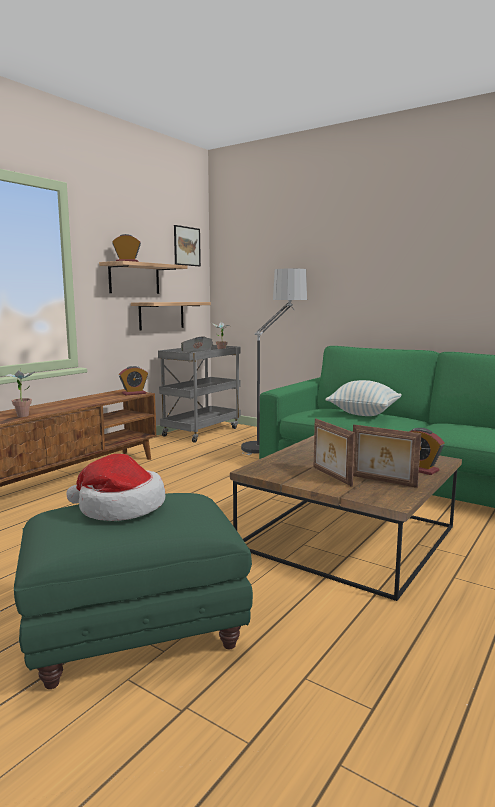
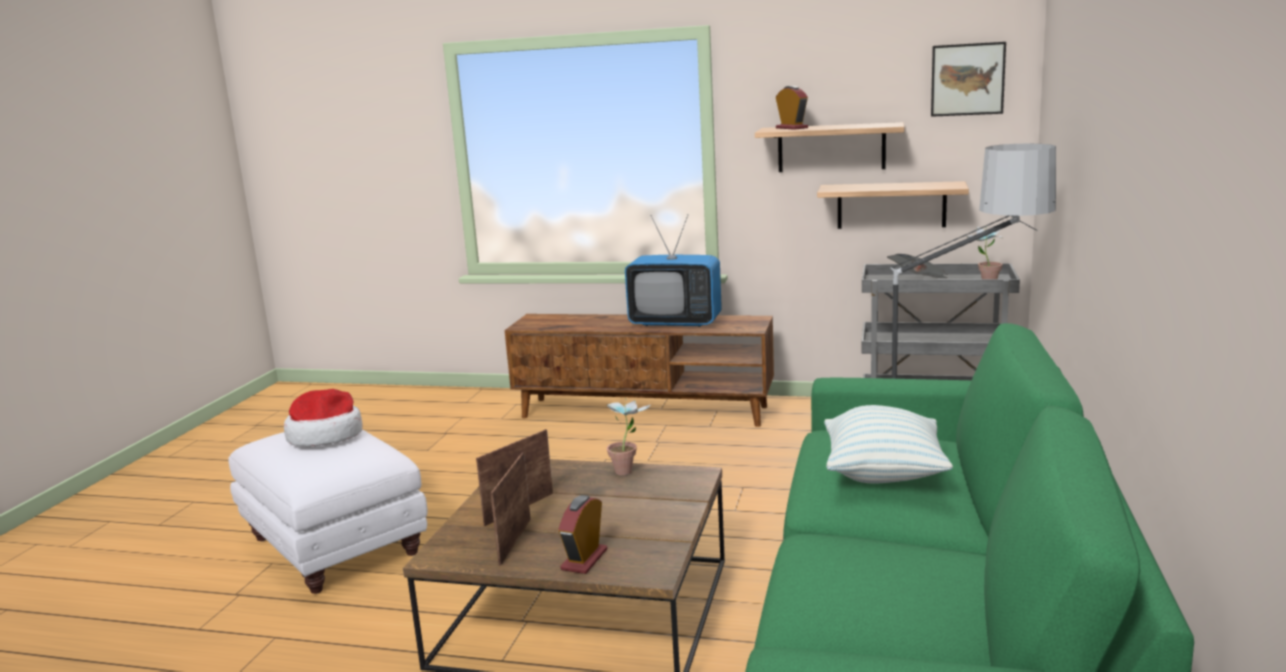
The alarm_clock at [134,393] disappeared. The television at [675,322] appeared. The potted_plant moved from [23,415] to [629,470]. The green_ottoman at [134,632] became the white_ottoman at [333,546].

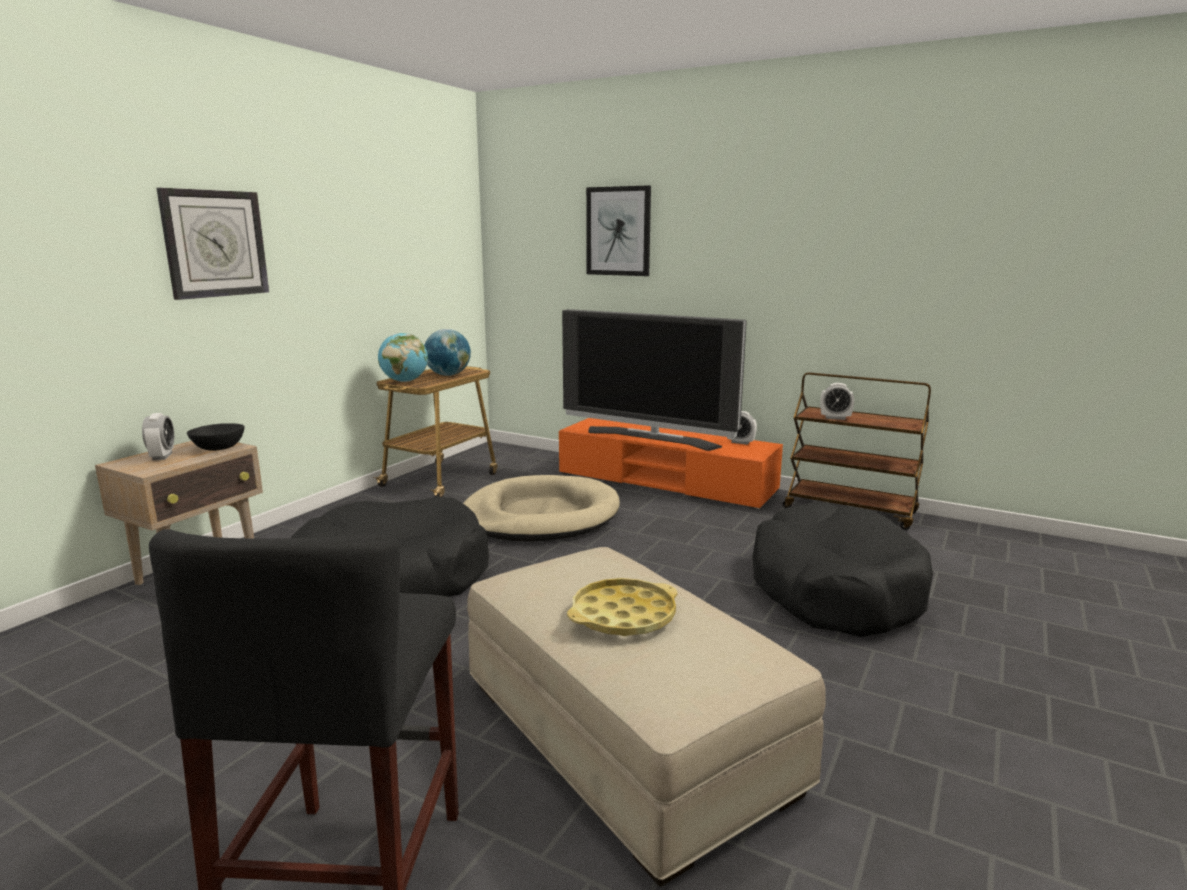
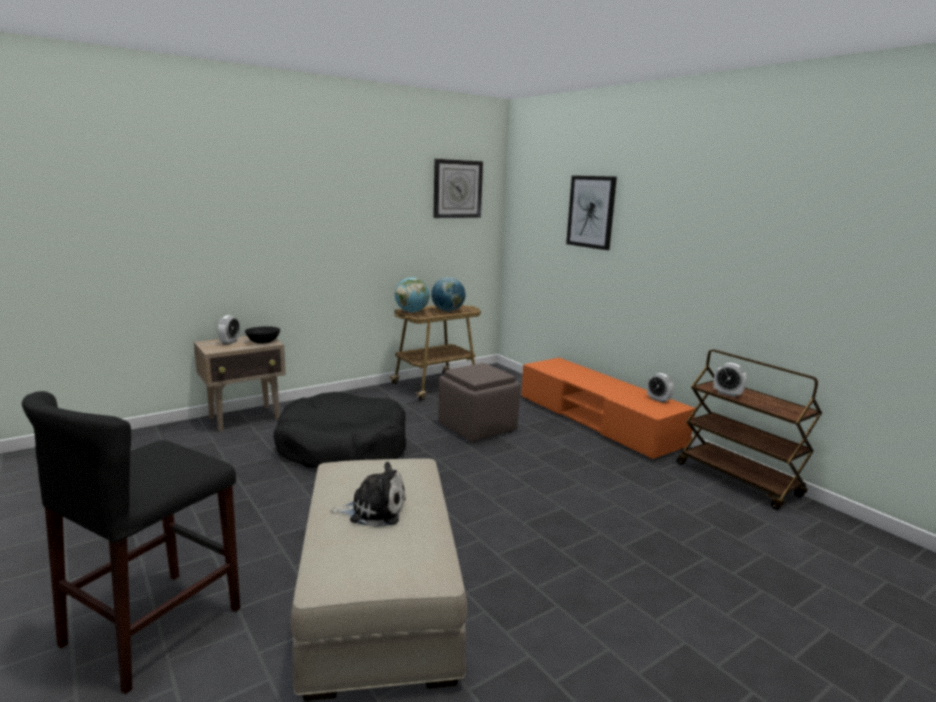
The television at [651,438] disappeared. The black_dog_bed at [834,589] disappeared. The wall_clock moved from [215,244] to [457,189]. The beige_dog_bed at [540,516] was replaced by the brown_ottoman at [476,427]. The yellow_tray at [623,616] was replaced by the plush_toy at [374,510].

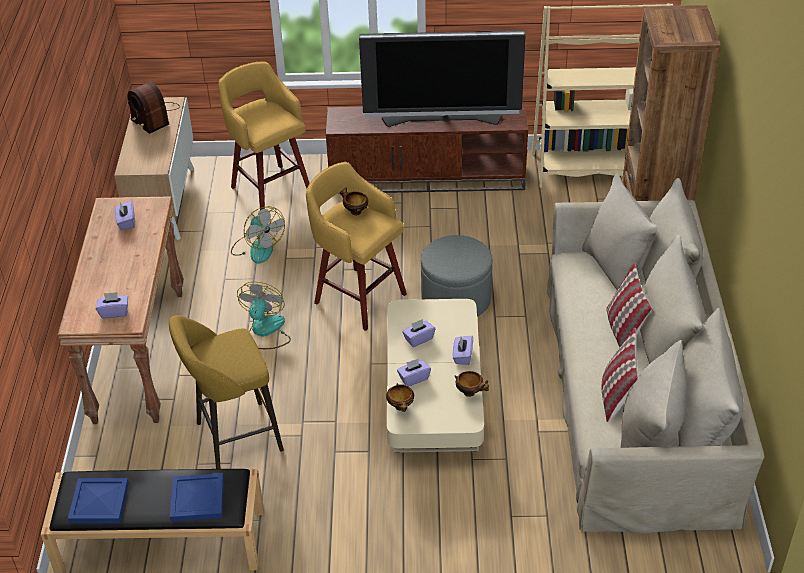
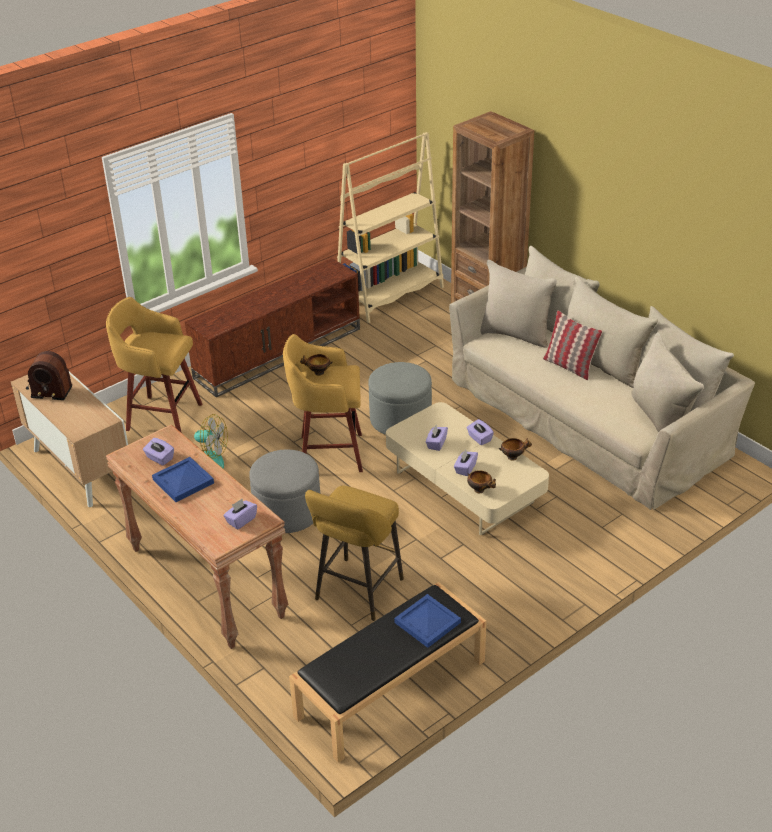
The television at [442,119] disappeared. The pillow at [616,396] disappeared. The blue_tray moved from [100,501] to [183,480]. The fan at [265,331] was replaced by the grey_ottoman at [287,512].

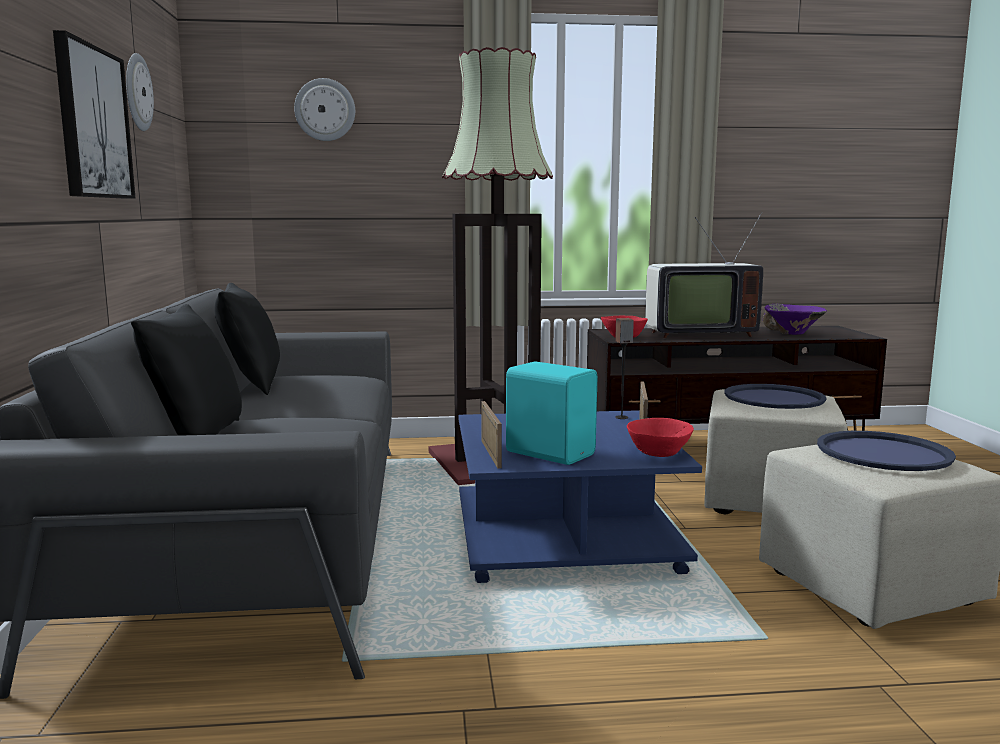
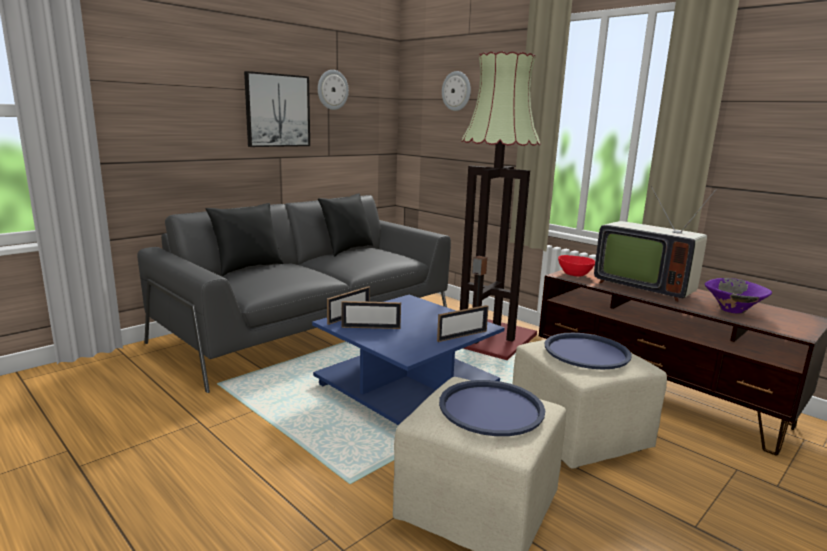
The red_bowl at [657,453] disappeared. The turquoise_speaker at [550,453] was replaced by the picture_frame at [371,327].

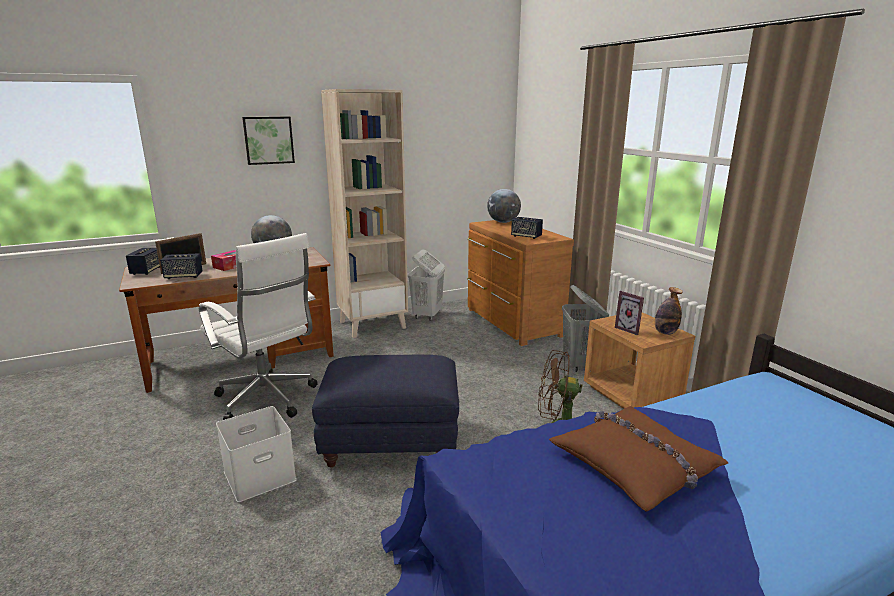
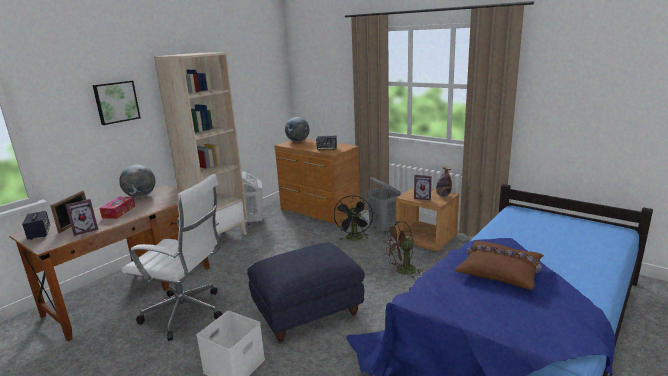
The black_fan at [355,239] appeared. The speaker at [183,276] was replaced by the picture_frame at [85,230].

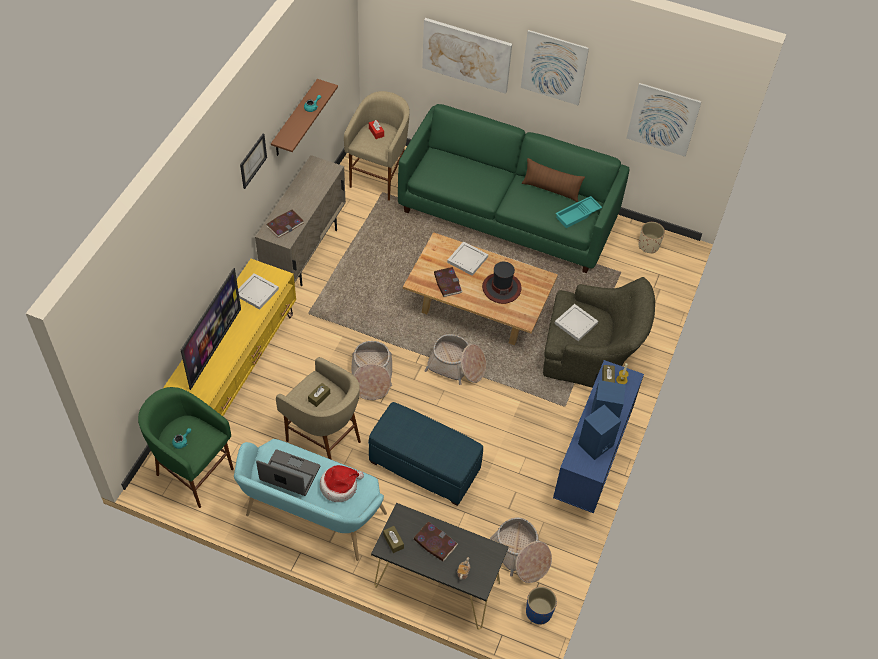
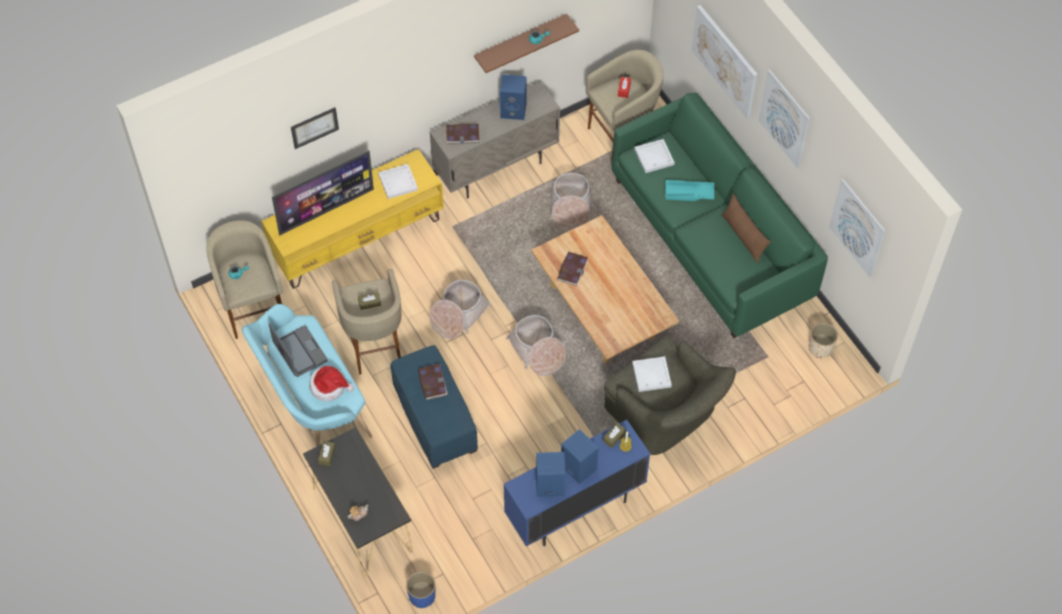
The hat at [501,288] disappeared. The blue_speaker at [514,110] appeared. The picture moved from [253,160] to [314,127]. The book moved from [435,542] to [432,382]. The white_tray moved from [467,260] to [654,157]. The basket moved from [519,555] to [570,208]. The turquoise_tray moved from [578,215] to [688,193]. The green_stool at [193,473] became the beige_stool at [253,307].

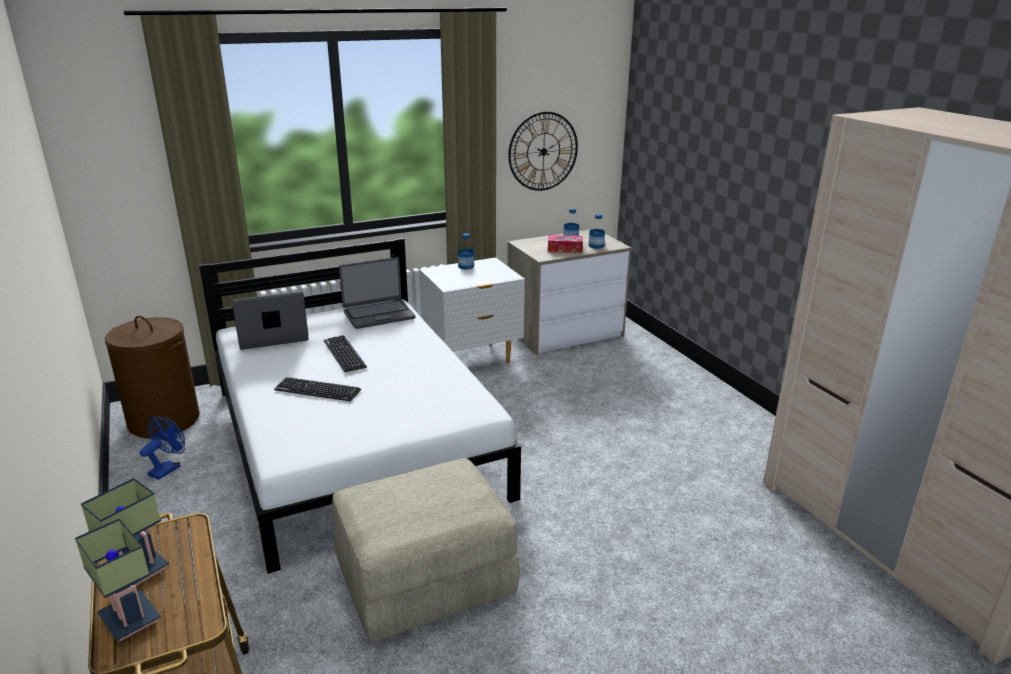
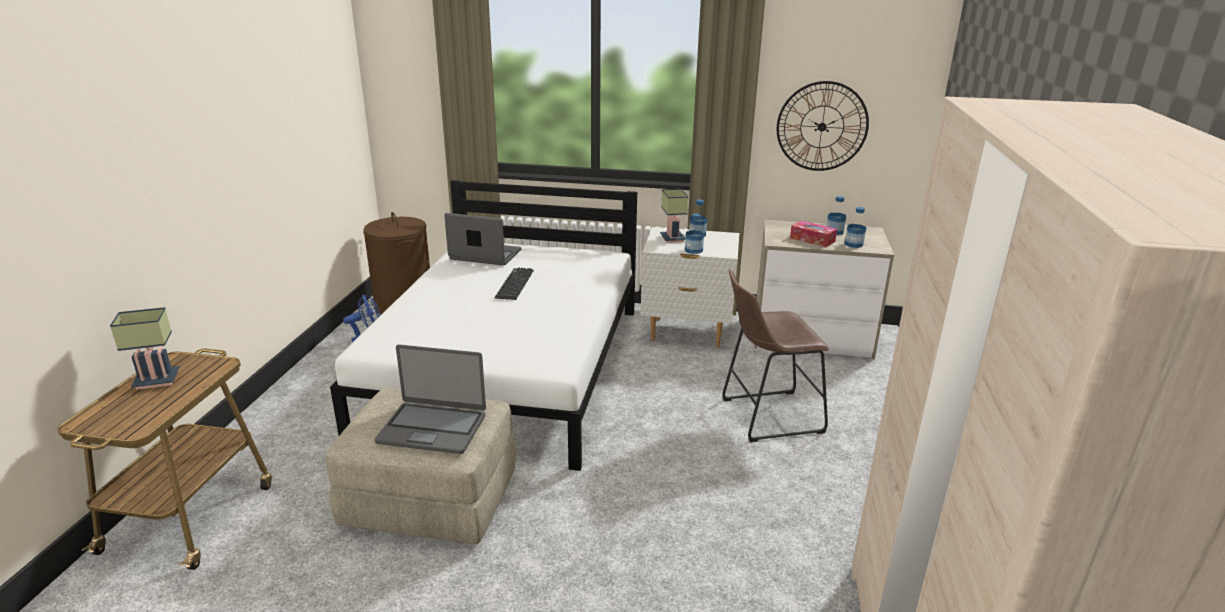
The keyboard at [317,390] disappeared. The bottle at [693,250] appeared. The brown_stool at [765,416] appeared. The table_lamp moved from [126,619] to [671,238]. The laptop moved from [378,315] to [433,428].

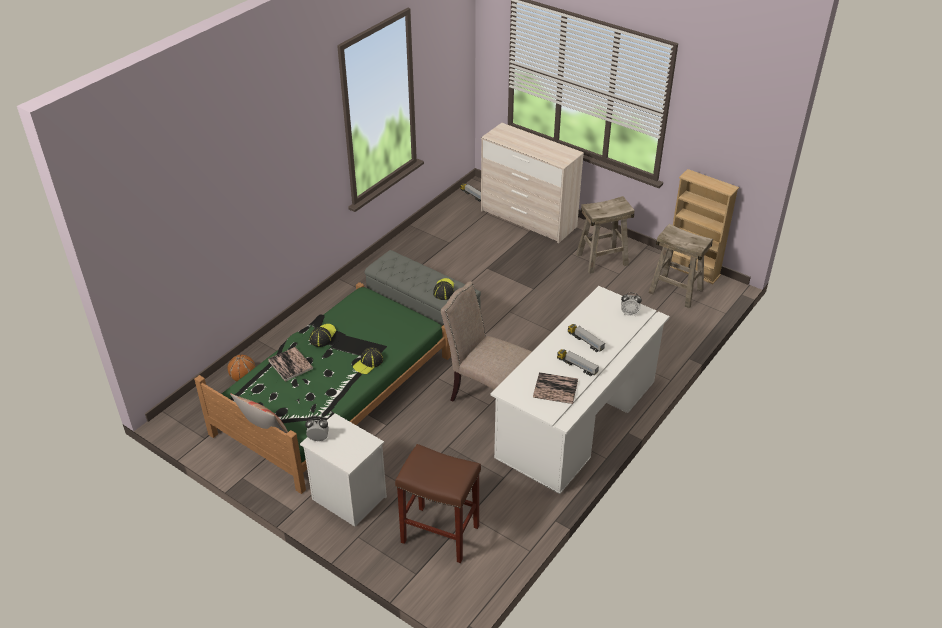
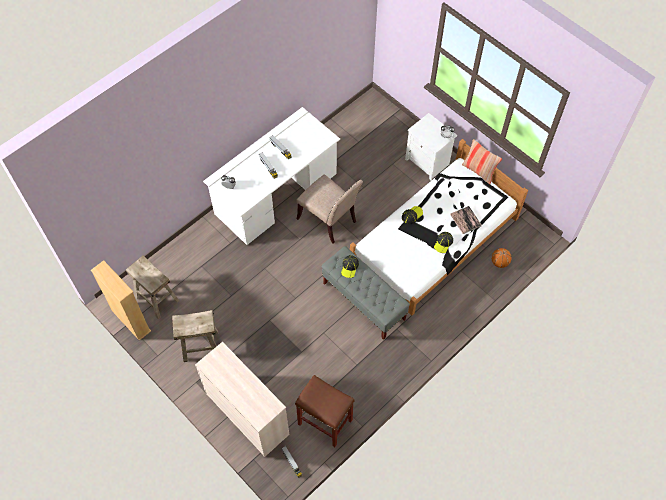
The book at [555,389] disappeared. The brown_stool moved from [441,534] to [324,422]. The green_bed at [334,394] became the white_bed at [434,238].

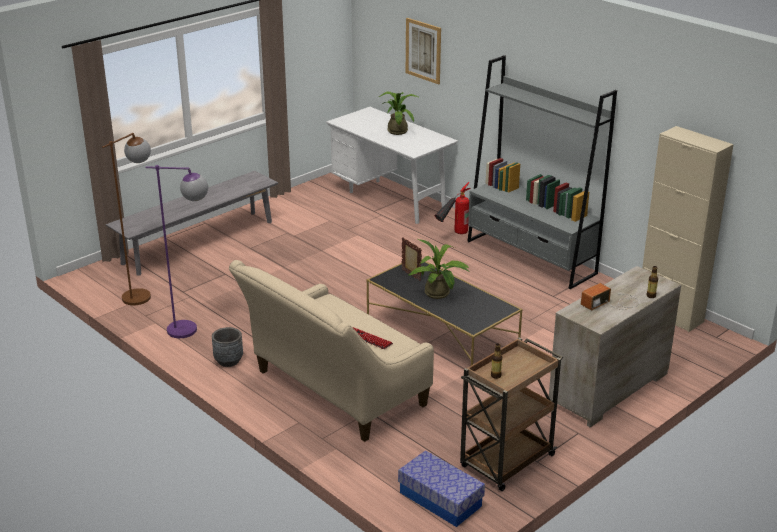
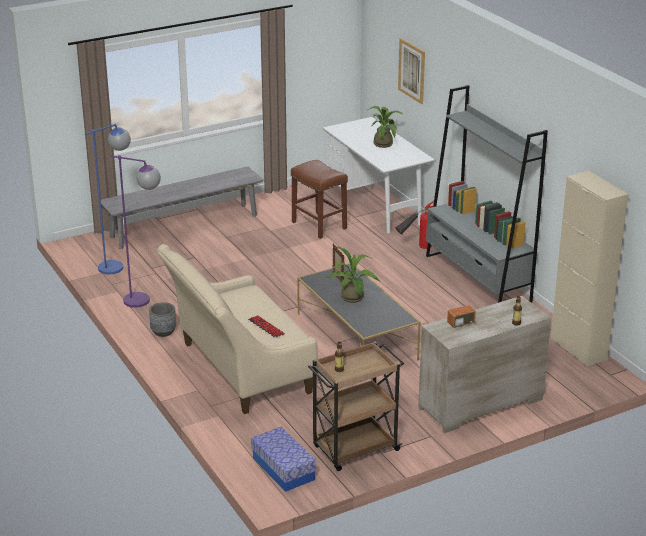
The brown_stool at [318,225] appeared. The brown_floor_lamp at [143,293] became the blue_floor_lamp at [118,265].

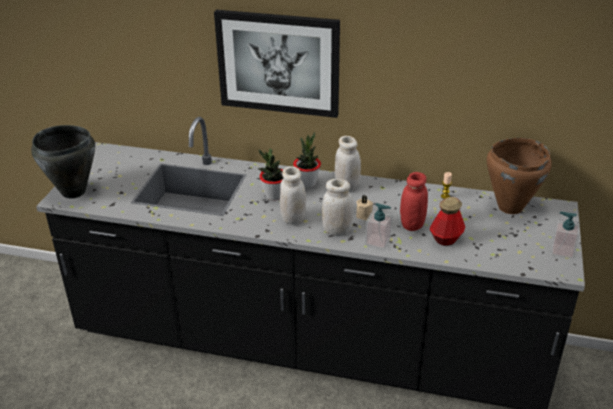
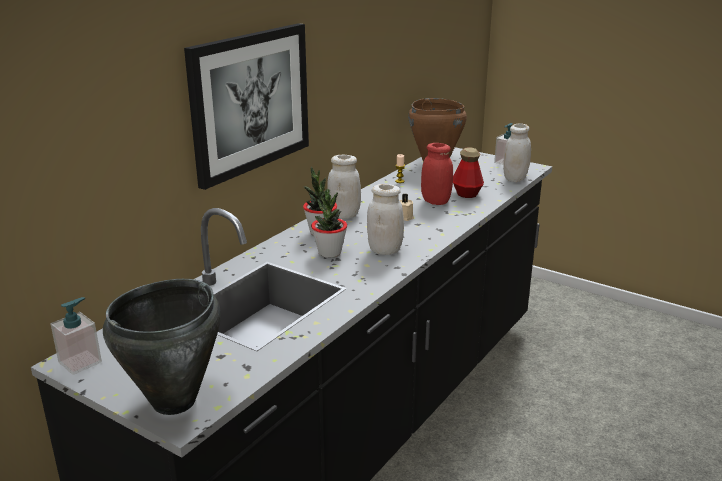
The white_jar moved from [337,231] to [515,179]. The soap_dispenser moved from [378,241] to [80,362].

